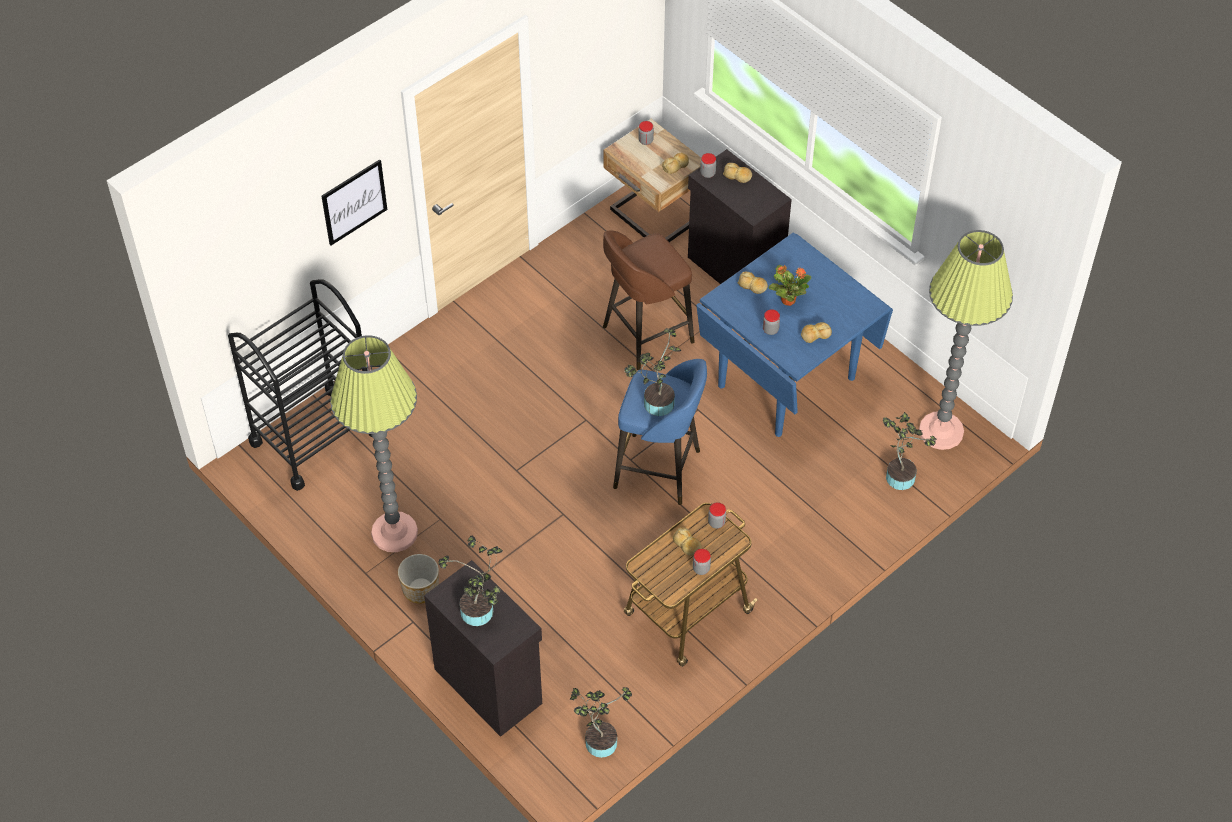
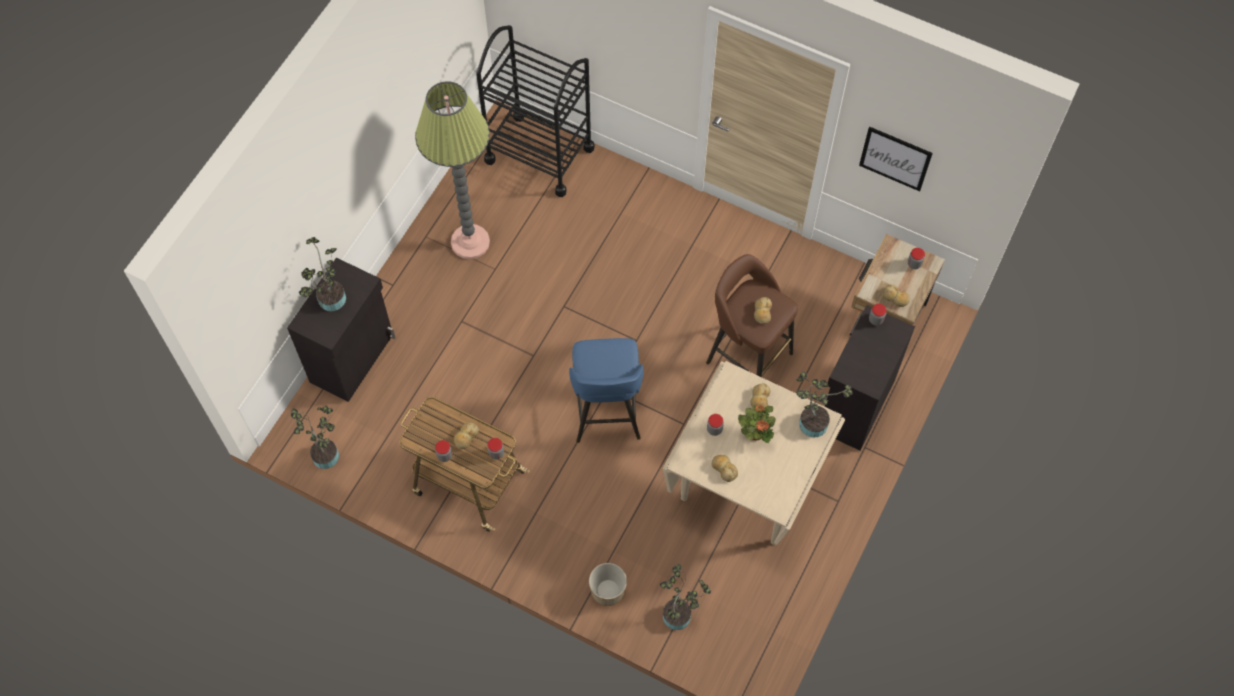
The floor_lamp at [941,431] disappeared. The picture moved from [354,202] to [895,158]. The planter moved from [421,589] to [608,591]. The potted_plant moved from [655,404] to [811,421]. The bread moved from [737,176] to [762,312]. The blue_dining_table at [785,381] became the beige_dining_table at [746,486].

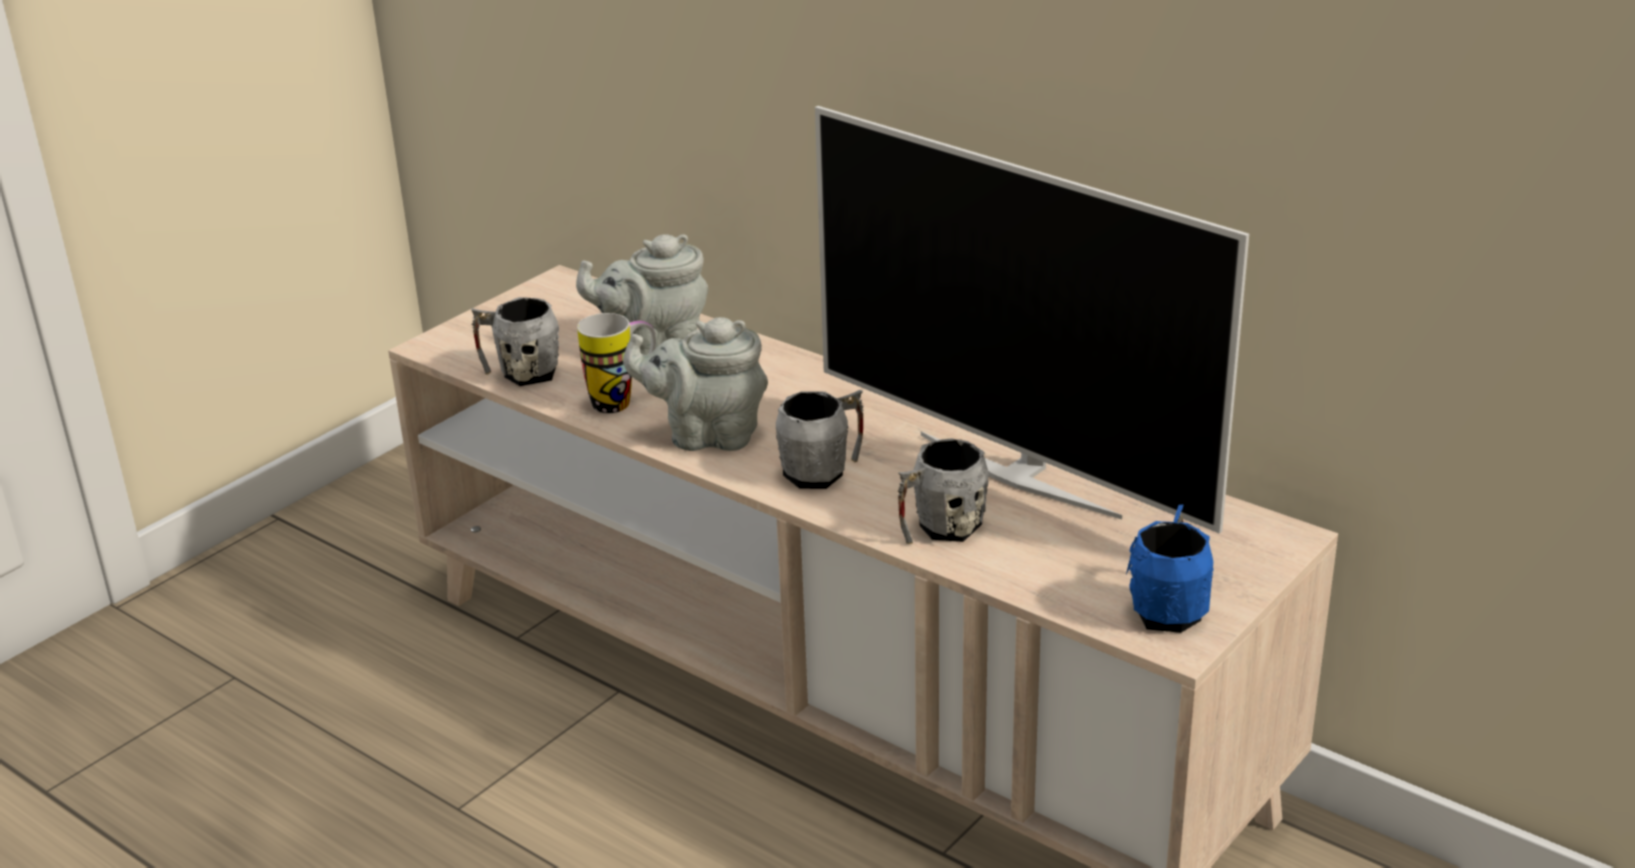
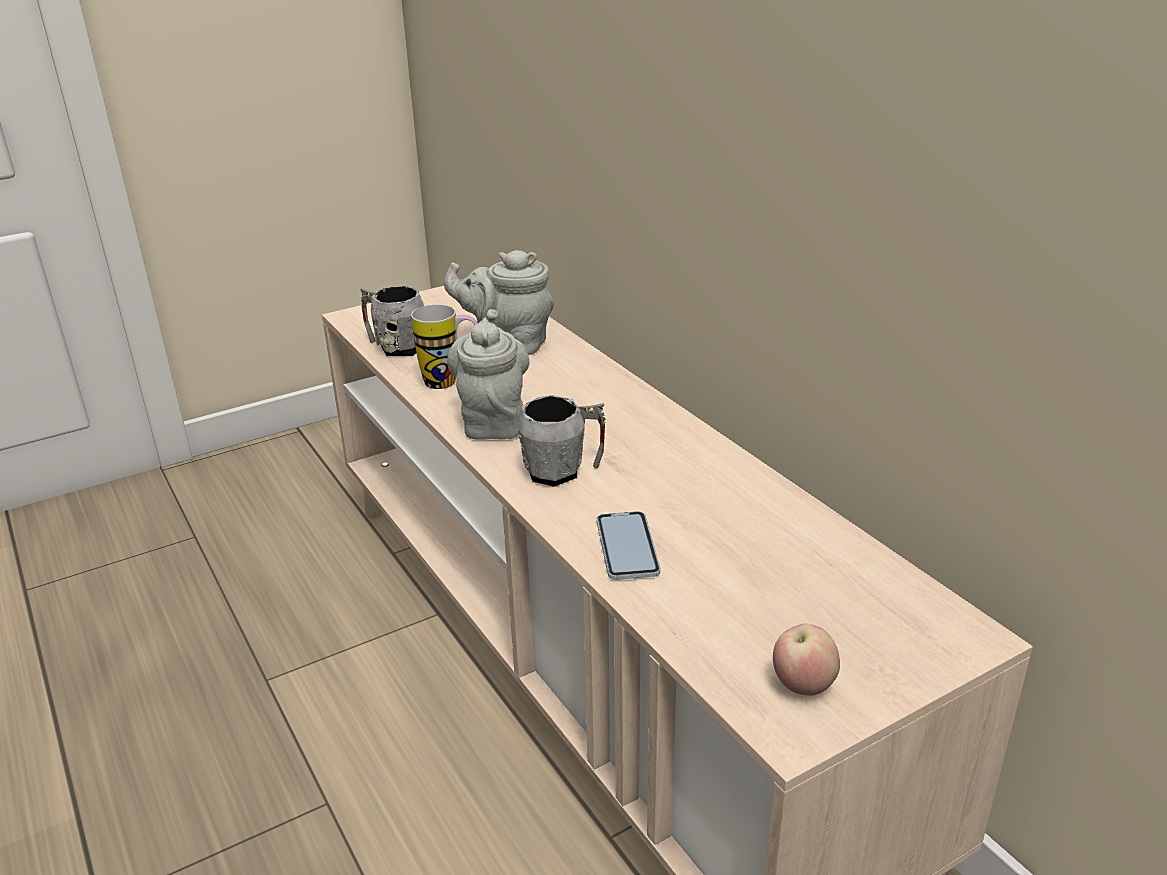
The television at [1020,473] disappeared. The grey_mug at [940,529] was replaced by the phone at [627,547]. The blue_mug at [1169,607] was replaced by the apple at [803,685]. The grey_teapot at [707,435] turned 60 degrees clockwise.

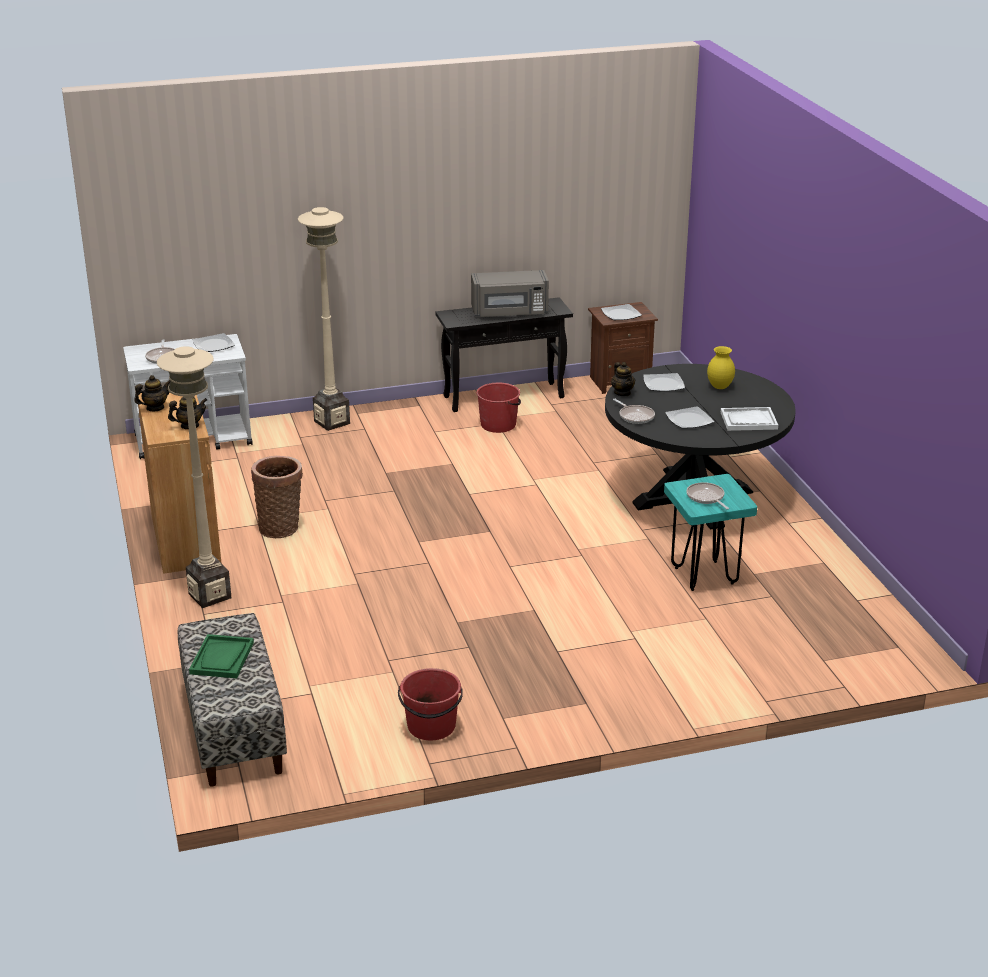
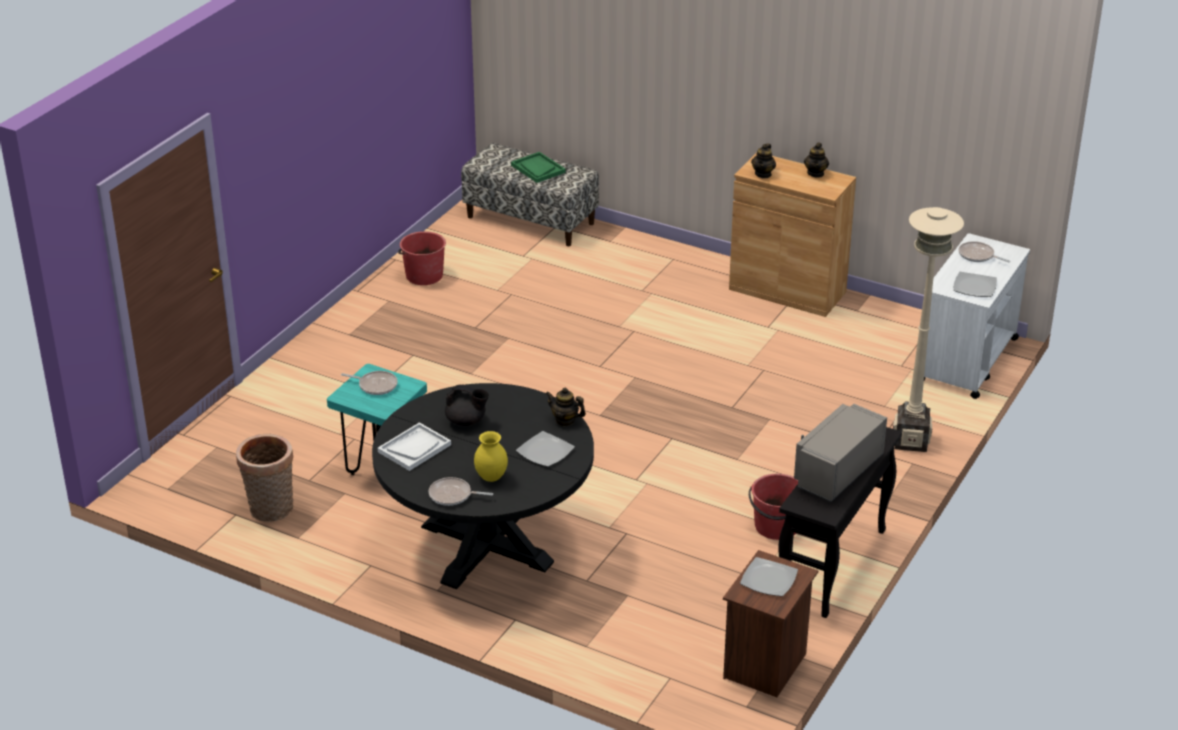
The beige_floor_lamp at [210,595] disappeared. The basket moved from [281,527] to [271,511]. The frying_pan moved from [635,416] to [453,495]. The plate at [689,420] was replaced by the black_teapot at [466,421].

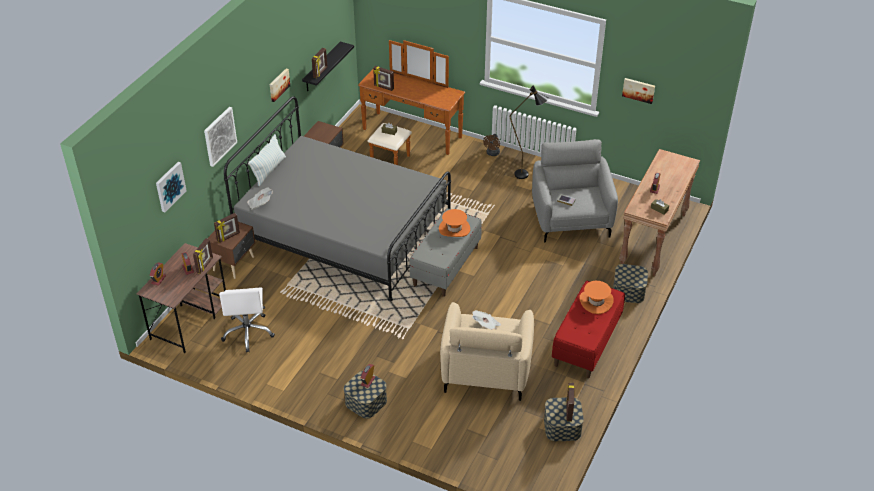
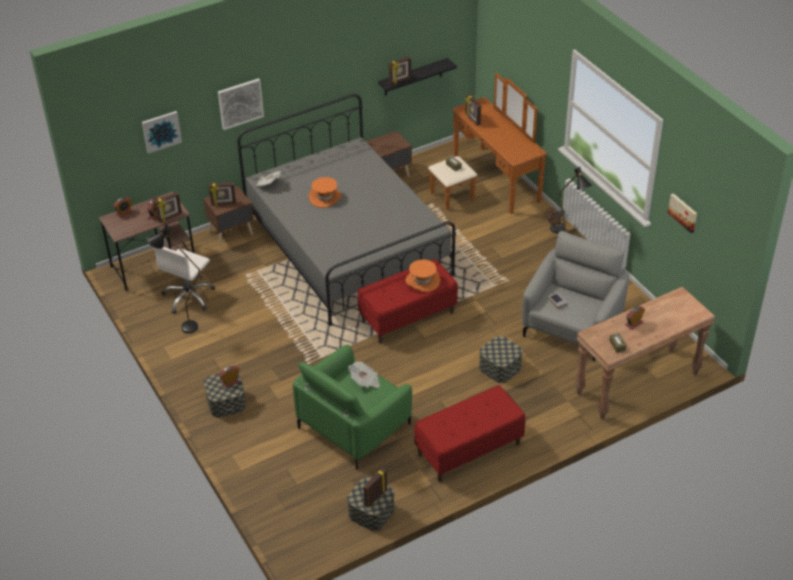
The pillow at [269,170] disappeared. The picture at [278,84] disappeared. The black_floor_lamp at [183,327] appeared. The orange_hat moved from [596,301] to [325,197]. The storage_box moved from [628,291] to [500,367]. The grey_bench at [445,266] became the red_bench at [408,316]. The beige_armchair at [486,368] became the green_armchair at [354,425].

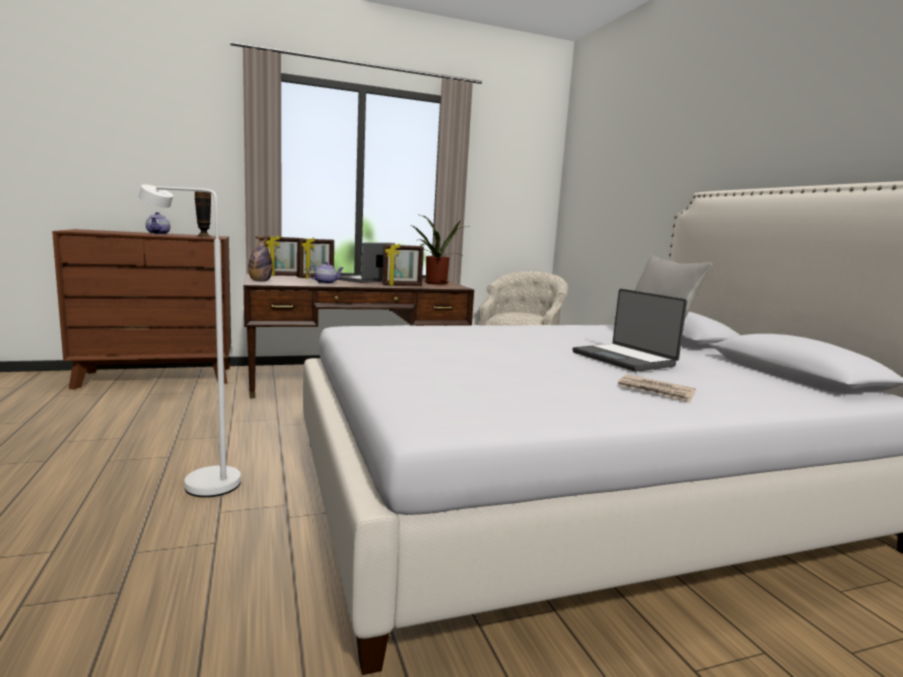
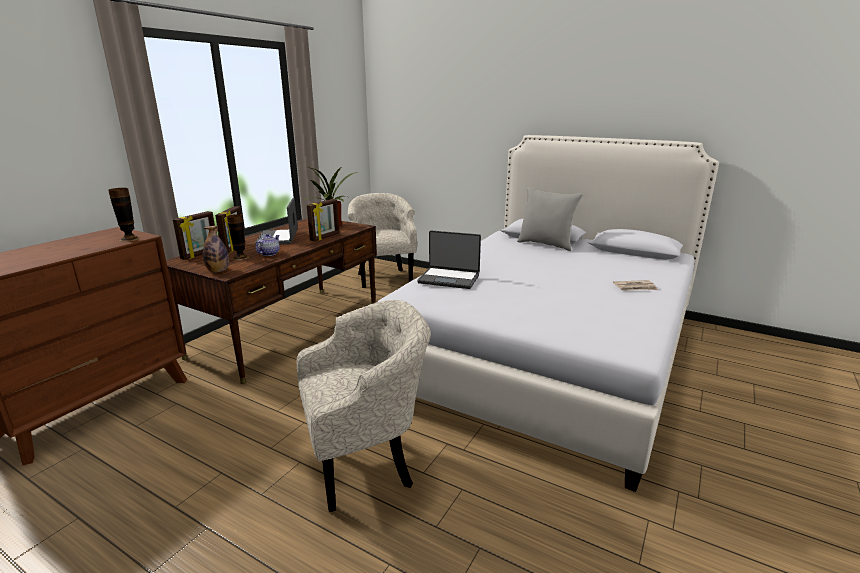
The teapot at [158,233] disappeared. The vase at [240,257] appeared. The laptop moved from [624,359] to [449,279]. The white_floor_lamp at [201,482] was replaced by the beige_armchair at [367,463].

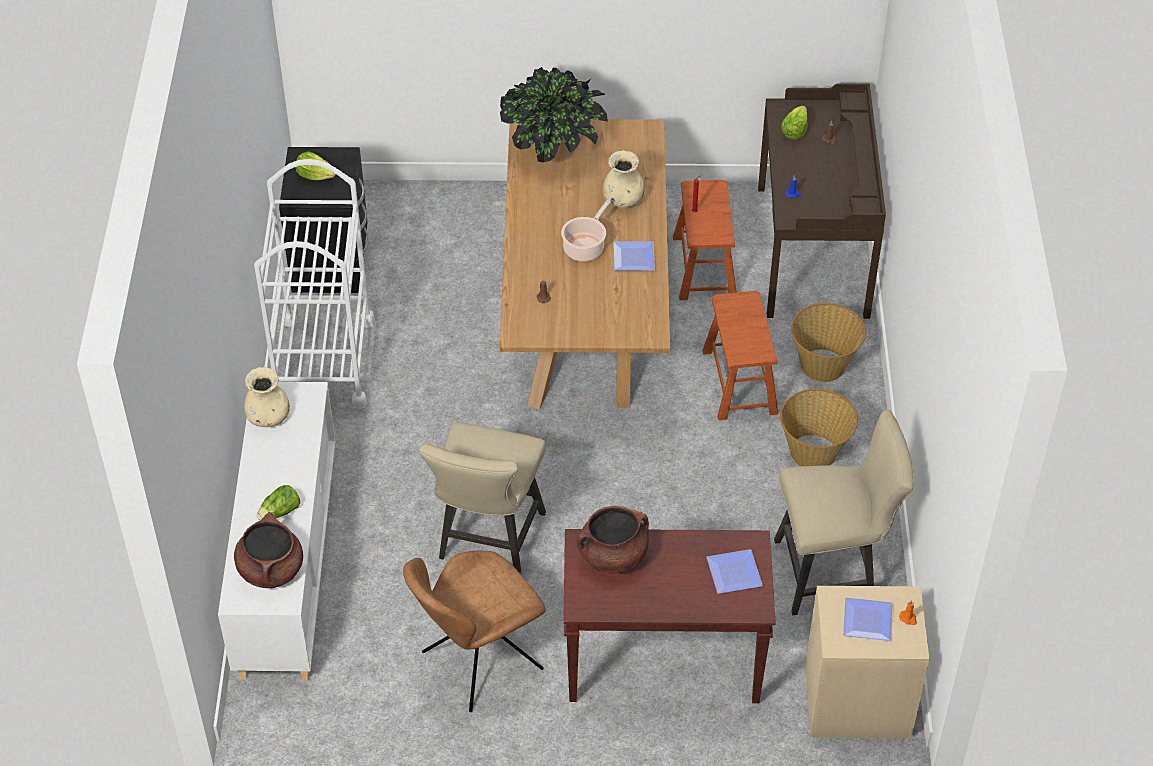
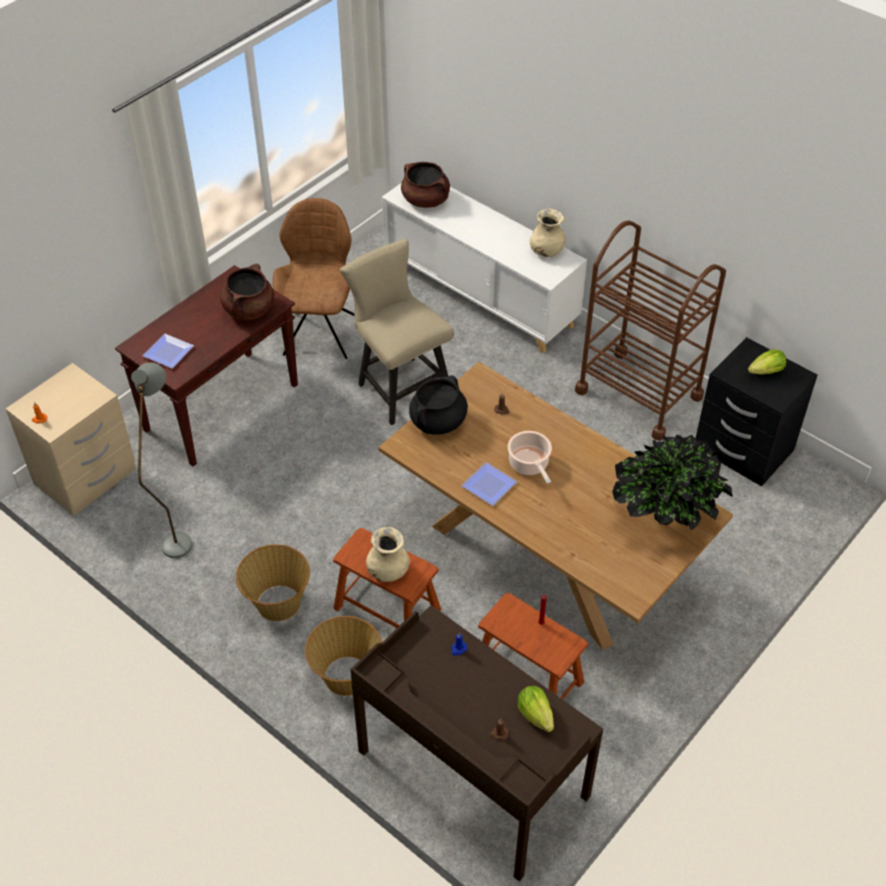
The lettuce at [280,512] disappeared. The plate at [869,620] disappeared. The black_cooking_pot at [438,422] appeared. The beige_vase moved from [623,200] to [388,571]. The beige_chair at [832,571] was replaced by the grey_floor_lamp at [178,536]. The white_cart at [324,362] became the brown_cart at [638,394].

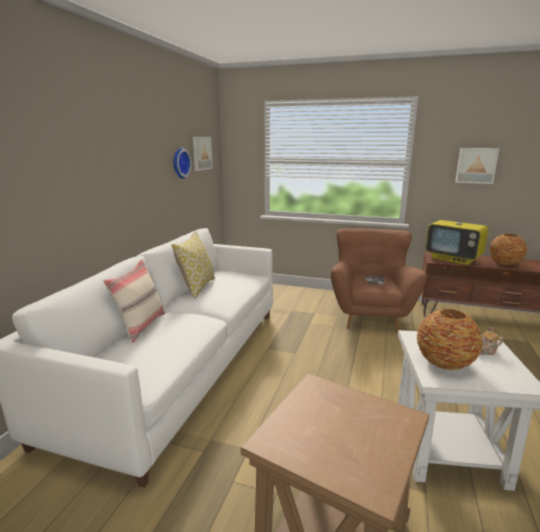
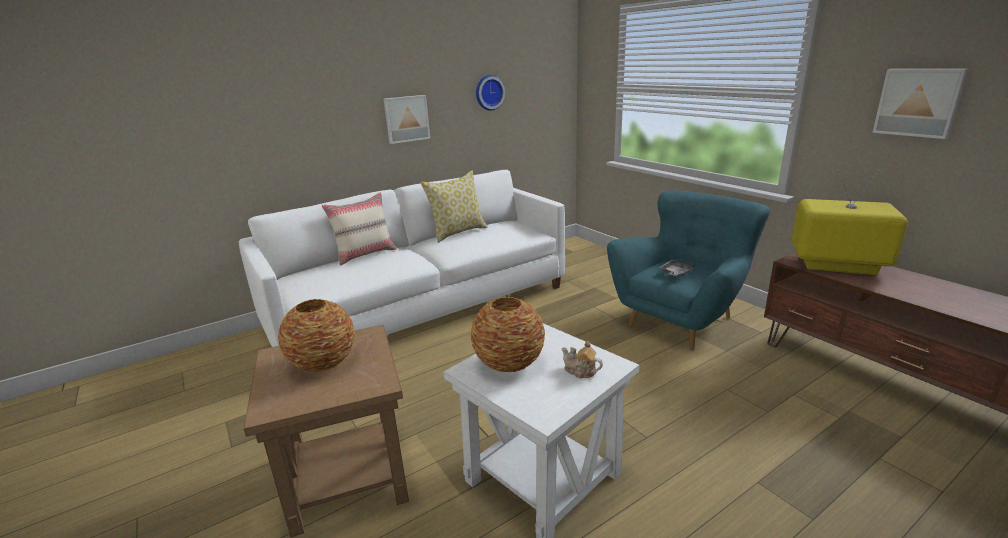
The picture moved from [201,153] to [406,119]. The vase moved from [504,263] to [323,363]. The brown_armchair at [369,316] became the turquoise_armchair at [682,320]. The television at [454,259] turned 120 degrees clockwise.

